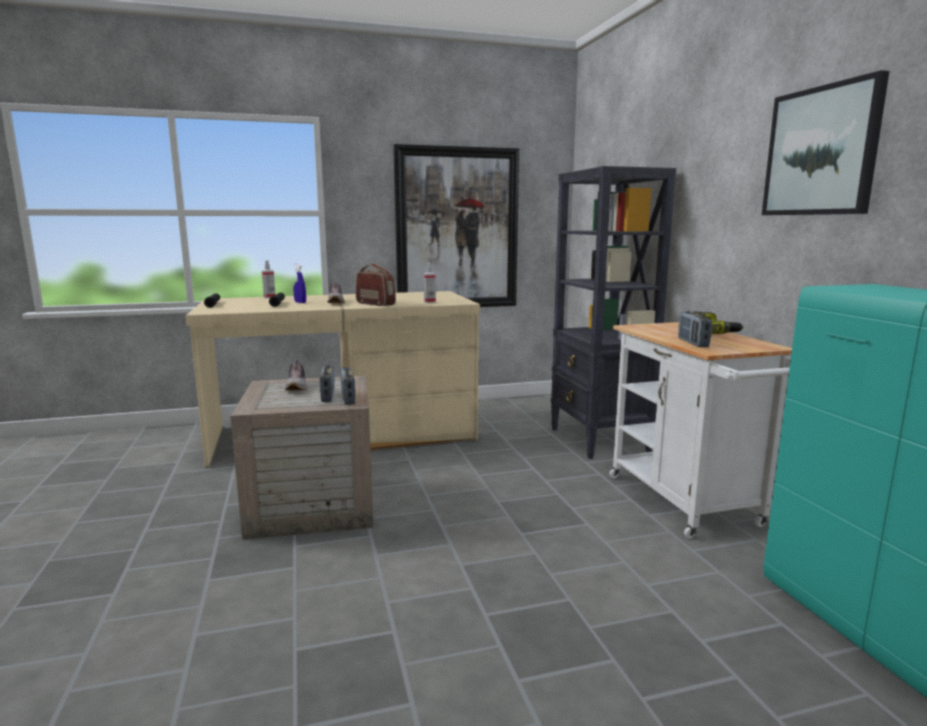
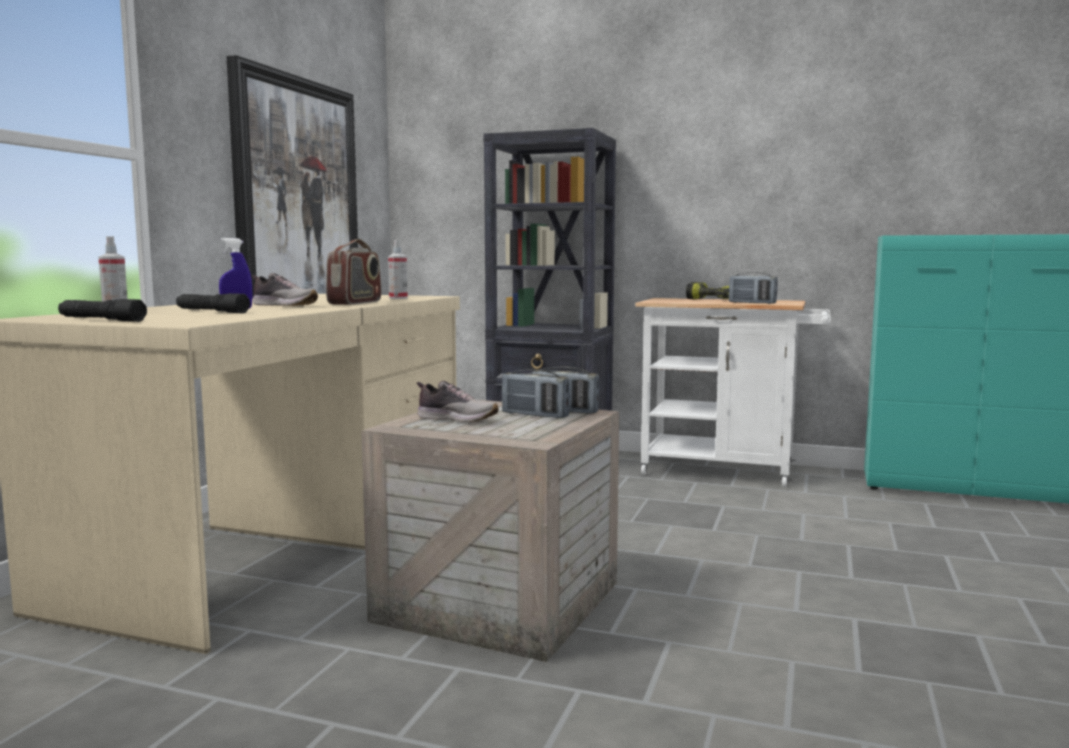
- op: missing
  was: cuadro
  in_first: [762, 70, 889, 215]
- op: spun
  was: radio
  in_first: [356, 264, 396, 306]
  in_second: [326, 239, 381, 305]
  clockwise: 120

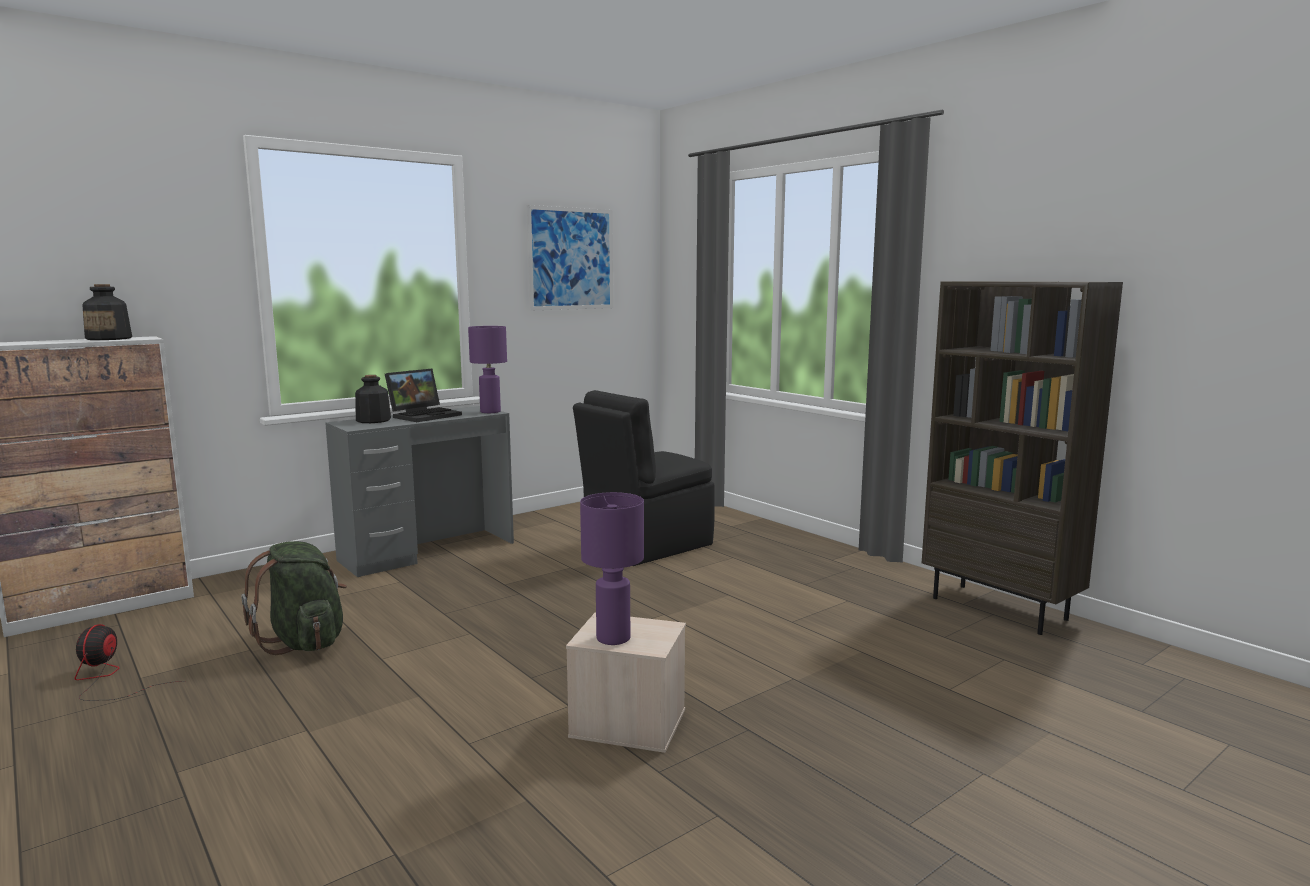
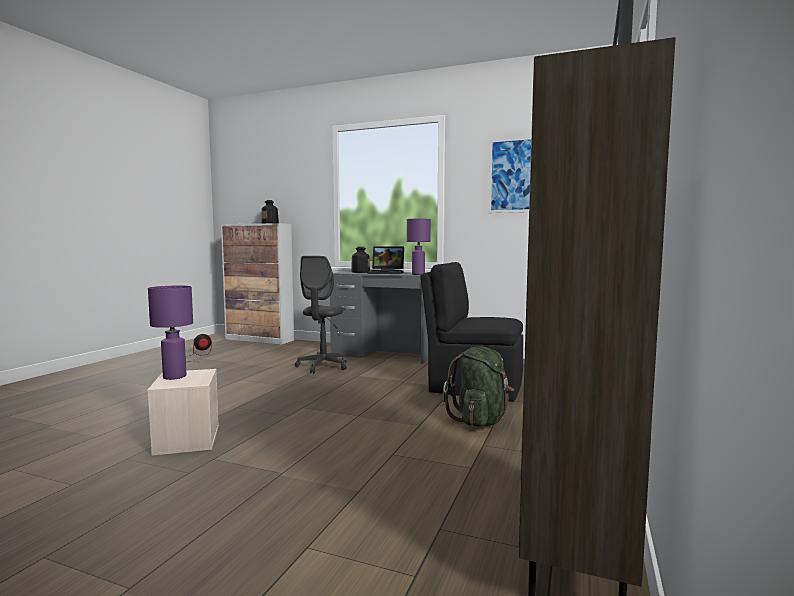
- op: appeared
  now: silla de oficina/gris
  in_second: [295, 256, 347, 373]
- op: relocated
  was: mochila/verde
  in_first: [242, 541, 347, 655]
  in_second: [442, 346, 514, 427]

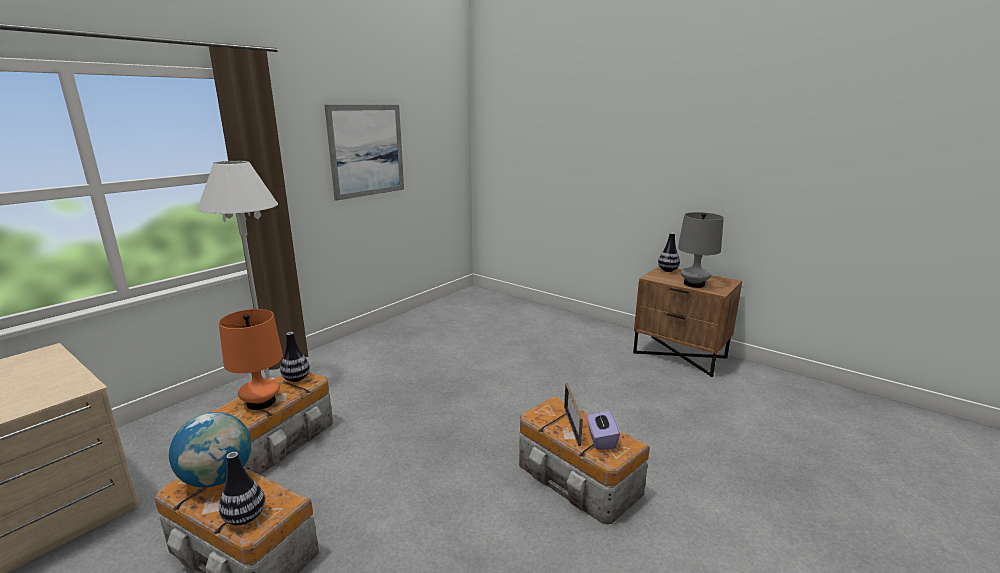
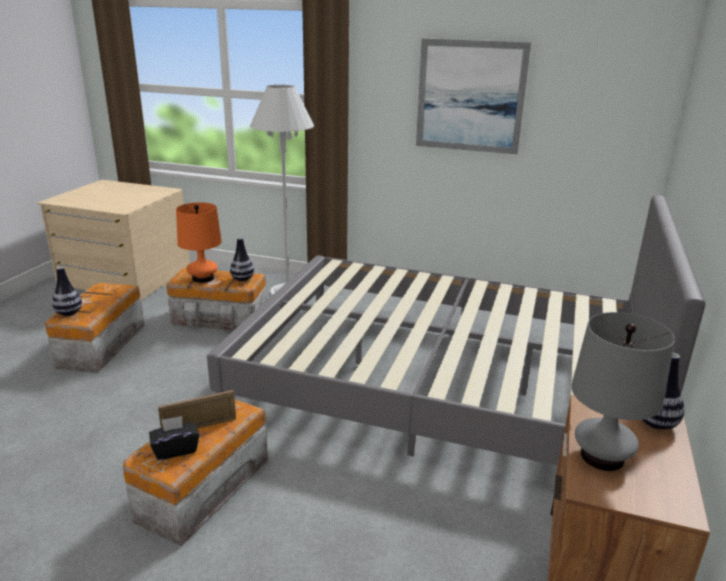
- op: missing
  was: globo terráqueo
  in_first: [169, 412, 251, 488]
- op: appeared
  now: cama/gris
  in_second: [207, 195, 705, 466]
- op: colour
  was: caja de pañuelos/morado
  now: caja de pañuelos/negro
  in_first: [587, 409, 620, 449]
  in_second: [149, 416, 199, 460]

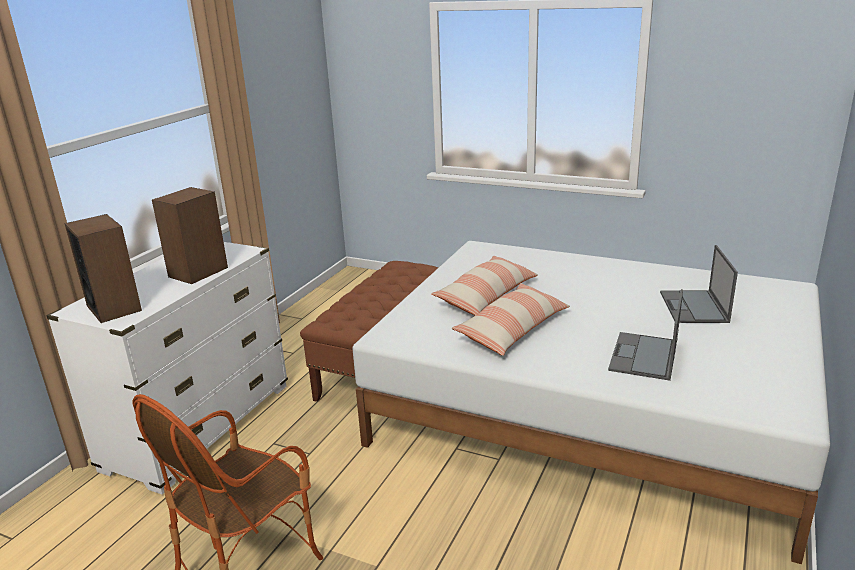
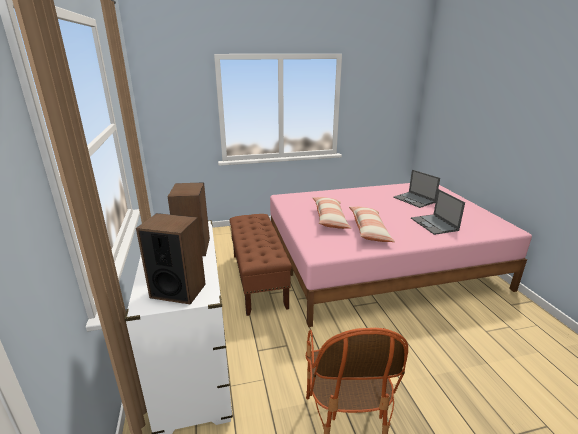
- op: colour
  was: cama/blanco
  now: cama/rosa
  in_first: [352, 241, 830, 564]
  in_second: [270, 183, 532, 327]

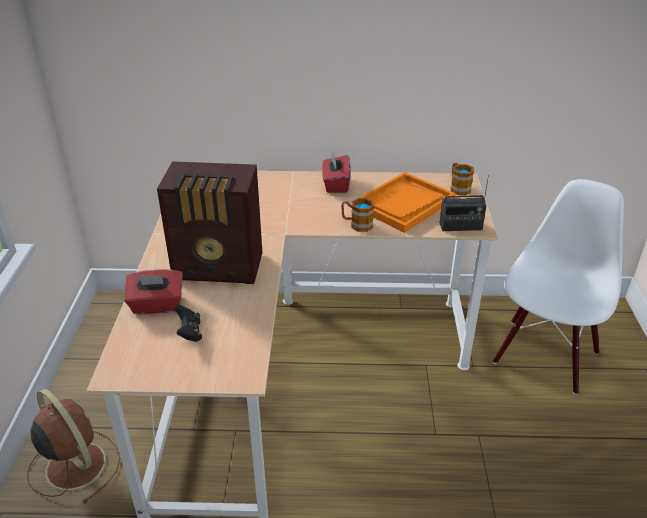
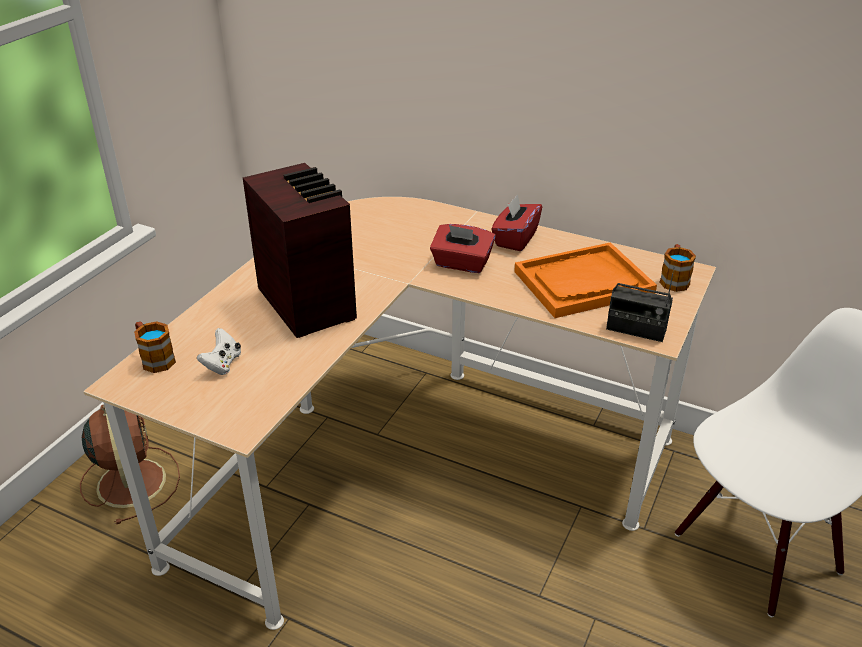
- op: relocated
  was: caja de pañuelos/rojo
  in_first: [124, 269, 183, 314]
  in_second: [430, 224, 495, 273]
- op: relocated
  was: taza grande
  in_first: [341, 198, 374, 232]
  in_second: [134, 321, 176, 373]
- op: colour
  was: mando de consola/negro
  now: mando de consola/blanco
  in_first: [175, 305, 202, 342]
  in_second: [197, 328, 241, 375]
- op: spun
  was: radio
  in_first: [157, 161, 262, 284]
  in_second: [243, 163, 357, 338]
  clockwise: -150

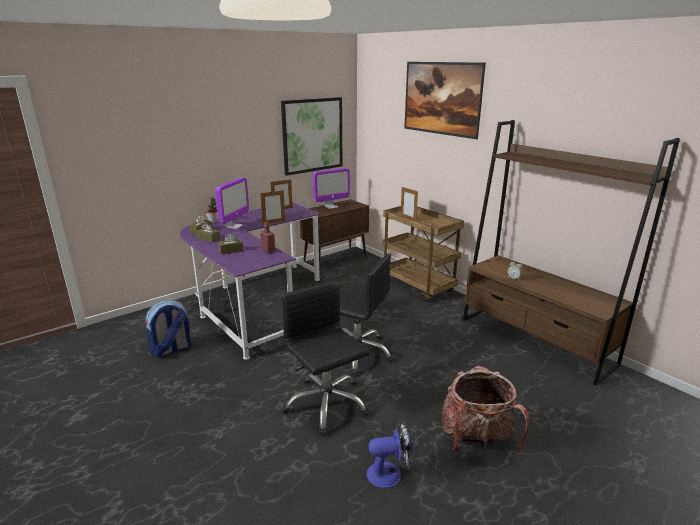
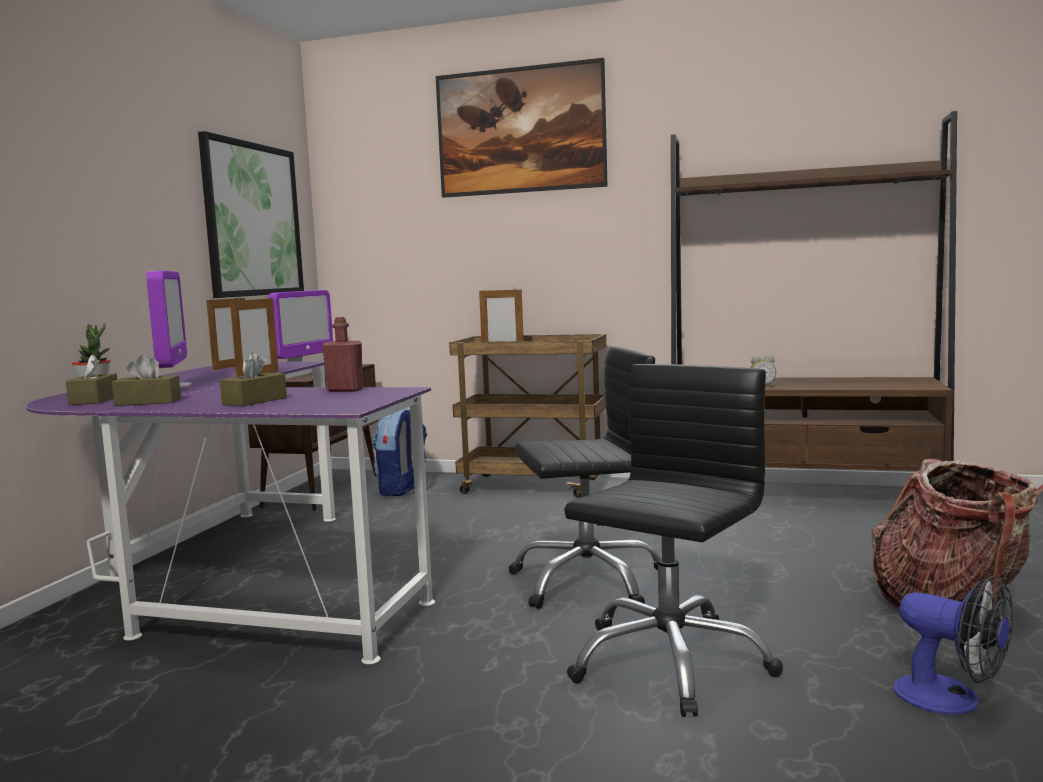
- op: relocated
  was: mochila
  in_first: [145, 301, 191, 357]
  in_second: [372, 408, 427, 496]
- op: spun
  was: silla de oficina/negro
  in_first: [281, 280, 370, 436]
  in_second: [564, 364, 783, 717]
  clockwise: 105
- op: spun
  was: ventilador
  in_first: [367, 420, 414, 488]
  in_second: [894, 576, 1013, 714]
  clockwise: 90

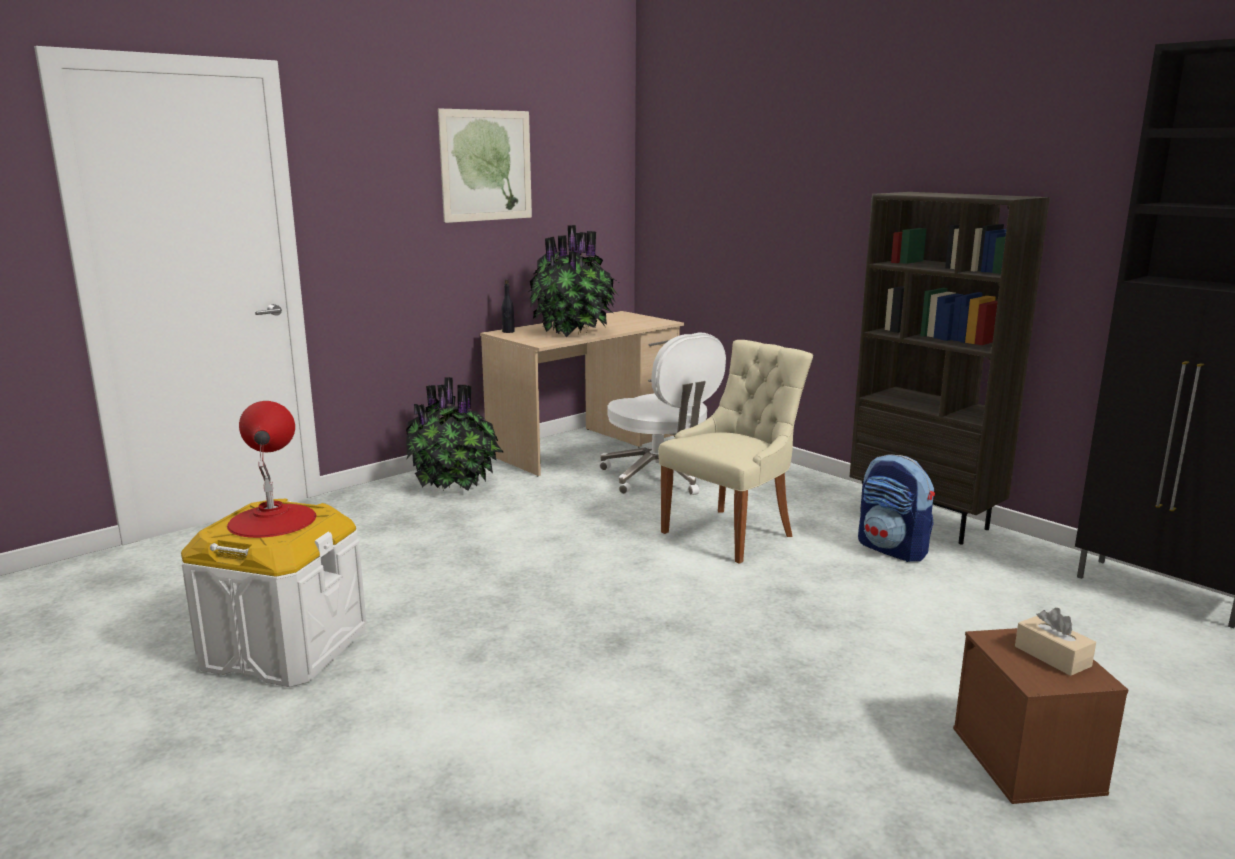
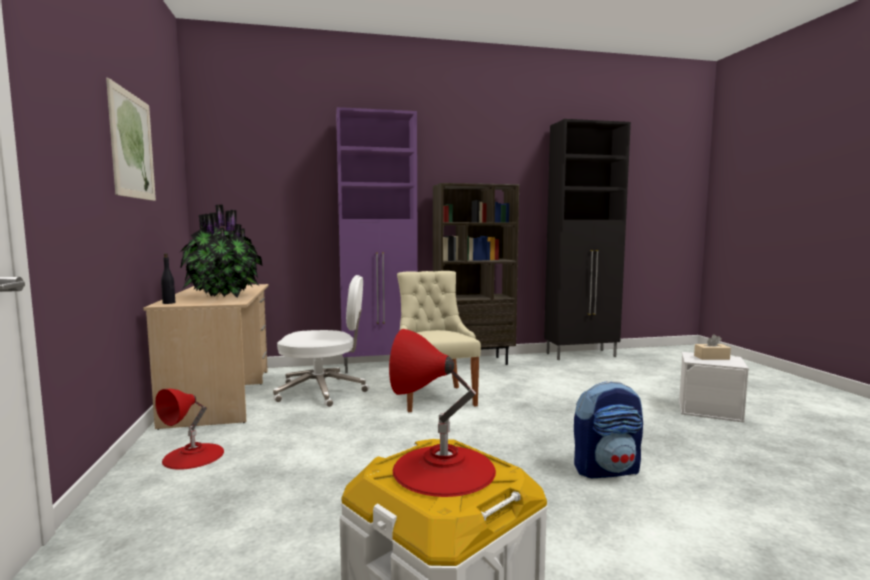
- op: appeared
  now: armario/morado
  in_second: [336, 107, 418, 373]
- op: relocated
  was: mochila
  in_first: [858, 454, 935, 562]
  in_second: [574, 382, 643, 478]
- op: exchanged
  was: planta en maceta
  now: lámpara de mesa/rojo
  in_first: [406, 377, 503, 491]
  in_second: [155, 389, 224, 470]
- op: colour
  was: caja de almacenaje/marrón
  now: caja de almacenaje/blanco
  in_first: [953, 628, 1128, 804]
  in_second: [679, 352, 749, 423]

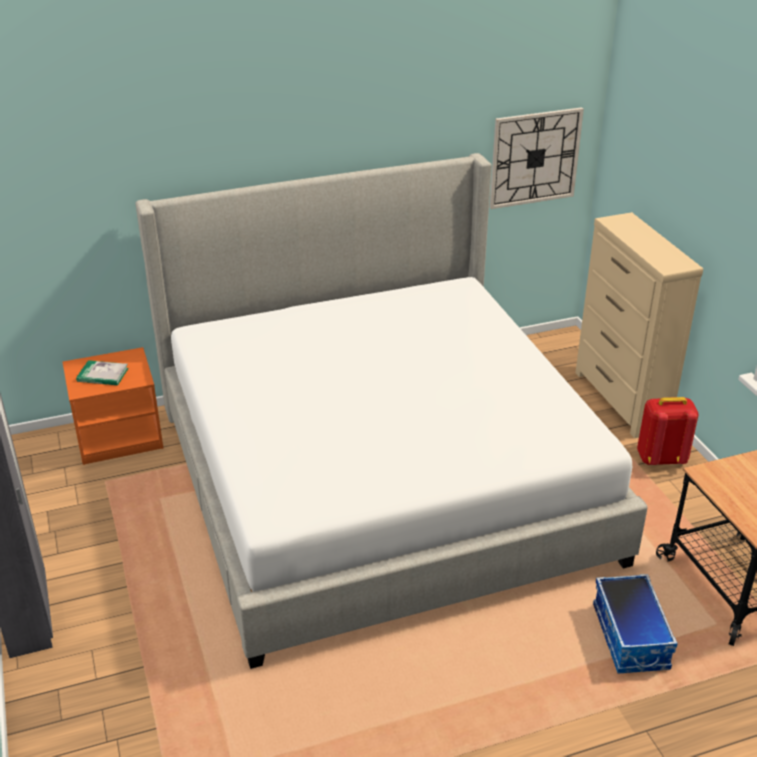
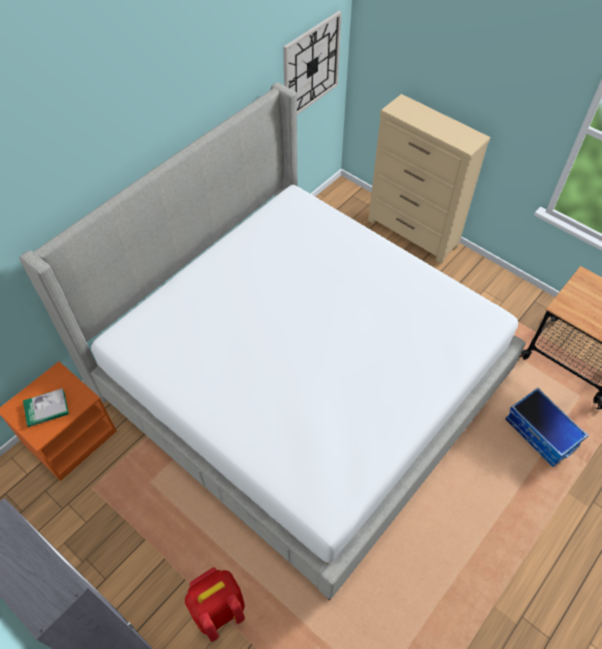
- op: relocated
  was: mochila/rojo
  in_first: [637, 397, 699, 465]
  in_second: [185, 567, 245, 642]

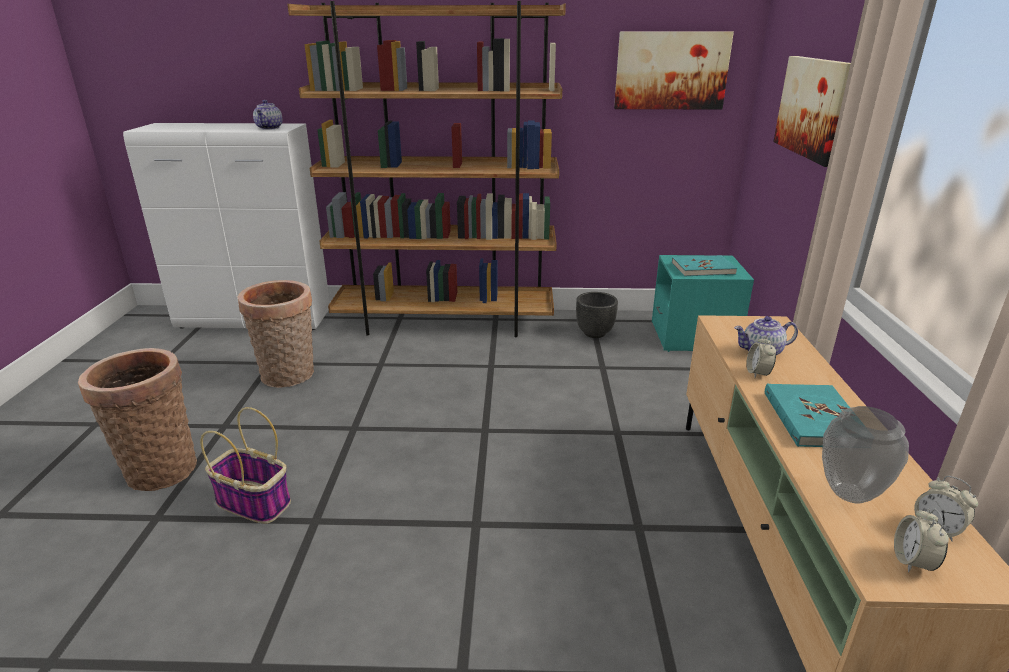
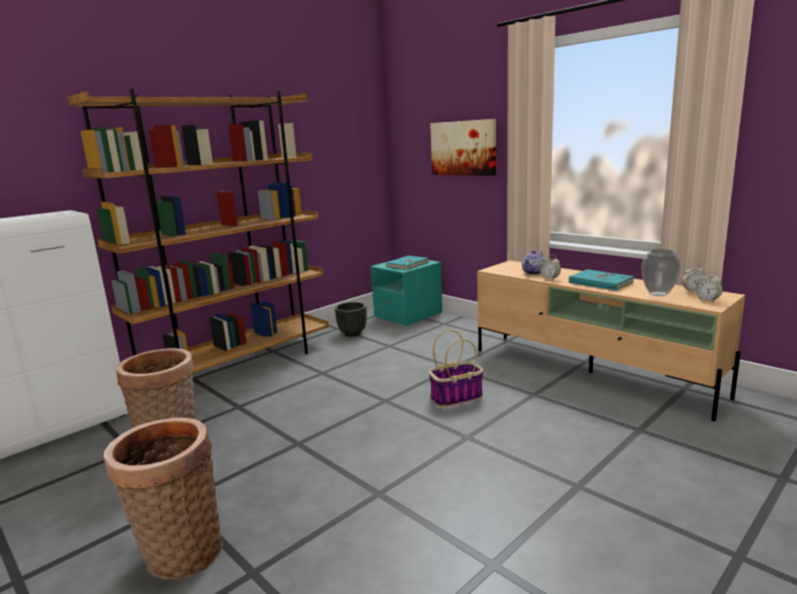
- op: missing
  was: tetera
  in_first: [253, 100, 283, 130]
- op: missing
  was: cuadro
  in_first: [614, 31, 734, 110]
- op: relocated
  was: cesta
  in_first: [200, 407, 291, 524]
  in_second: [428, 330, 484, 407]

